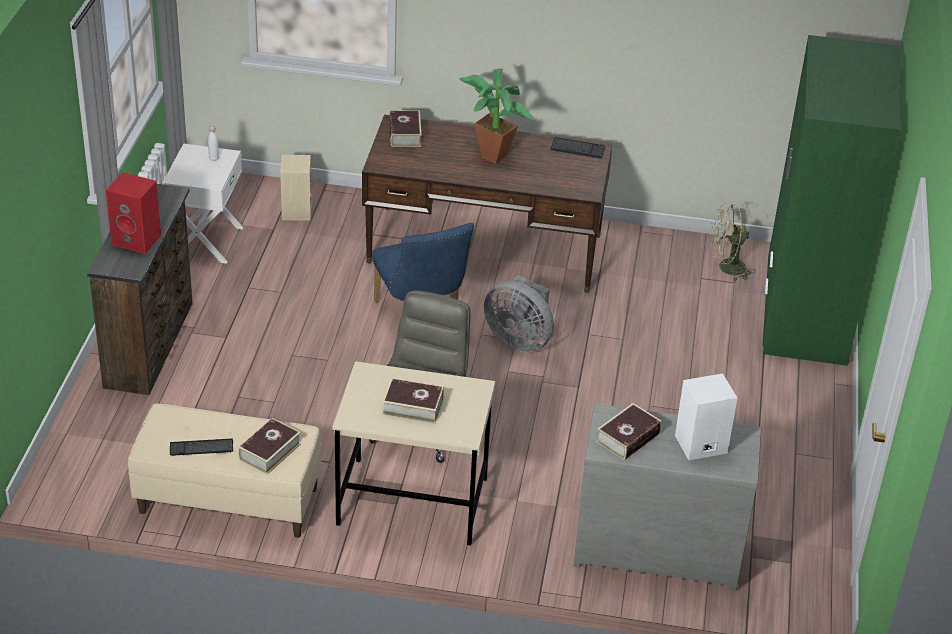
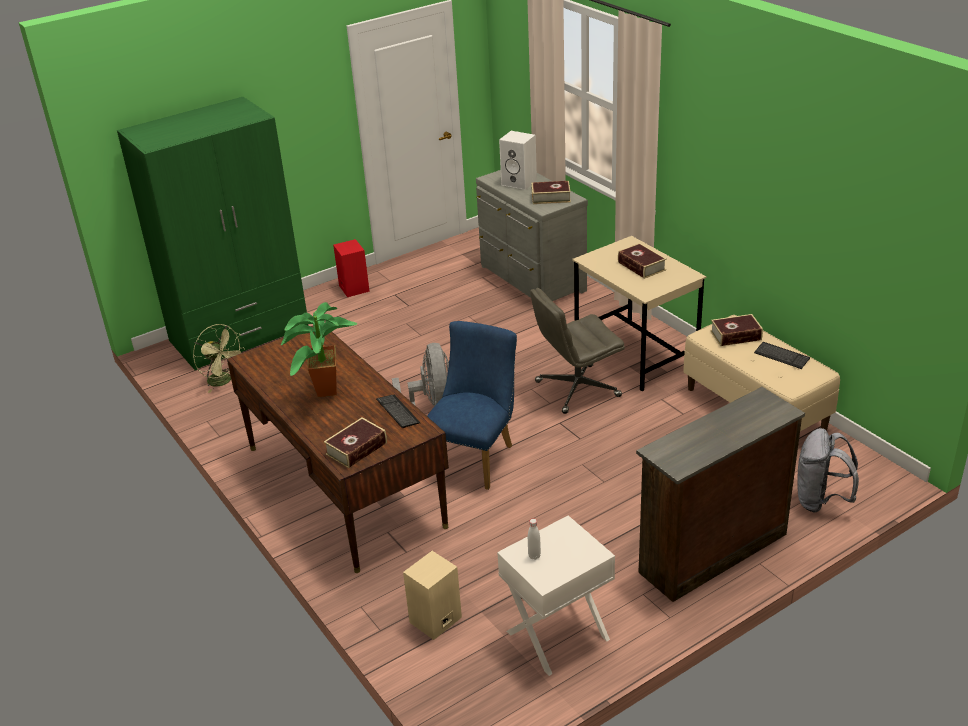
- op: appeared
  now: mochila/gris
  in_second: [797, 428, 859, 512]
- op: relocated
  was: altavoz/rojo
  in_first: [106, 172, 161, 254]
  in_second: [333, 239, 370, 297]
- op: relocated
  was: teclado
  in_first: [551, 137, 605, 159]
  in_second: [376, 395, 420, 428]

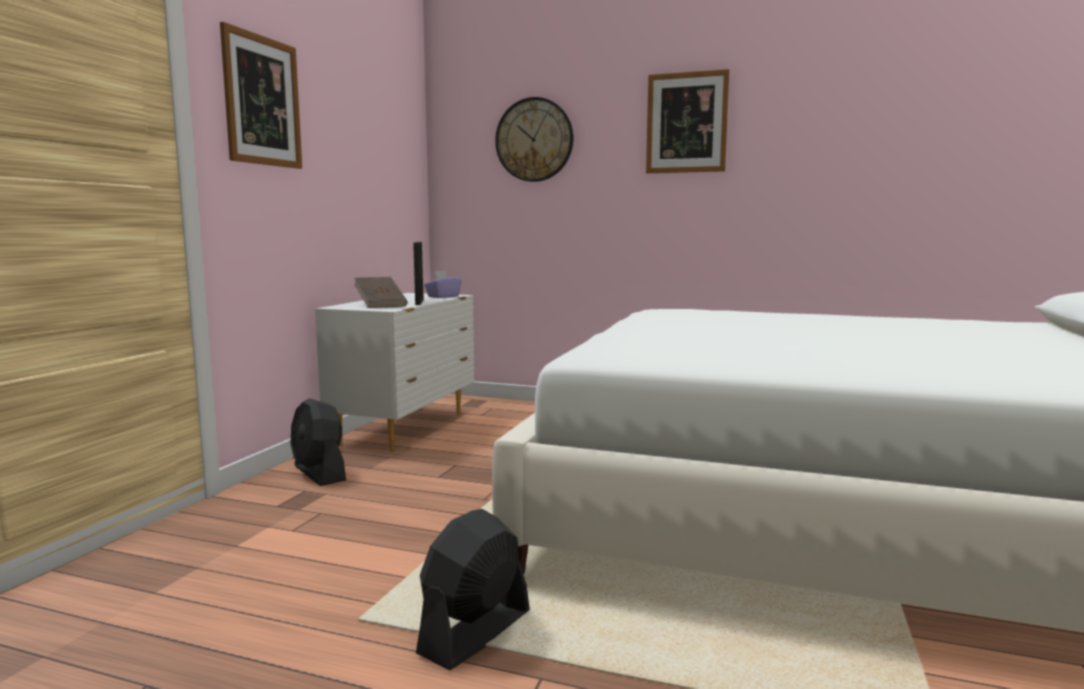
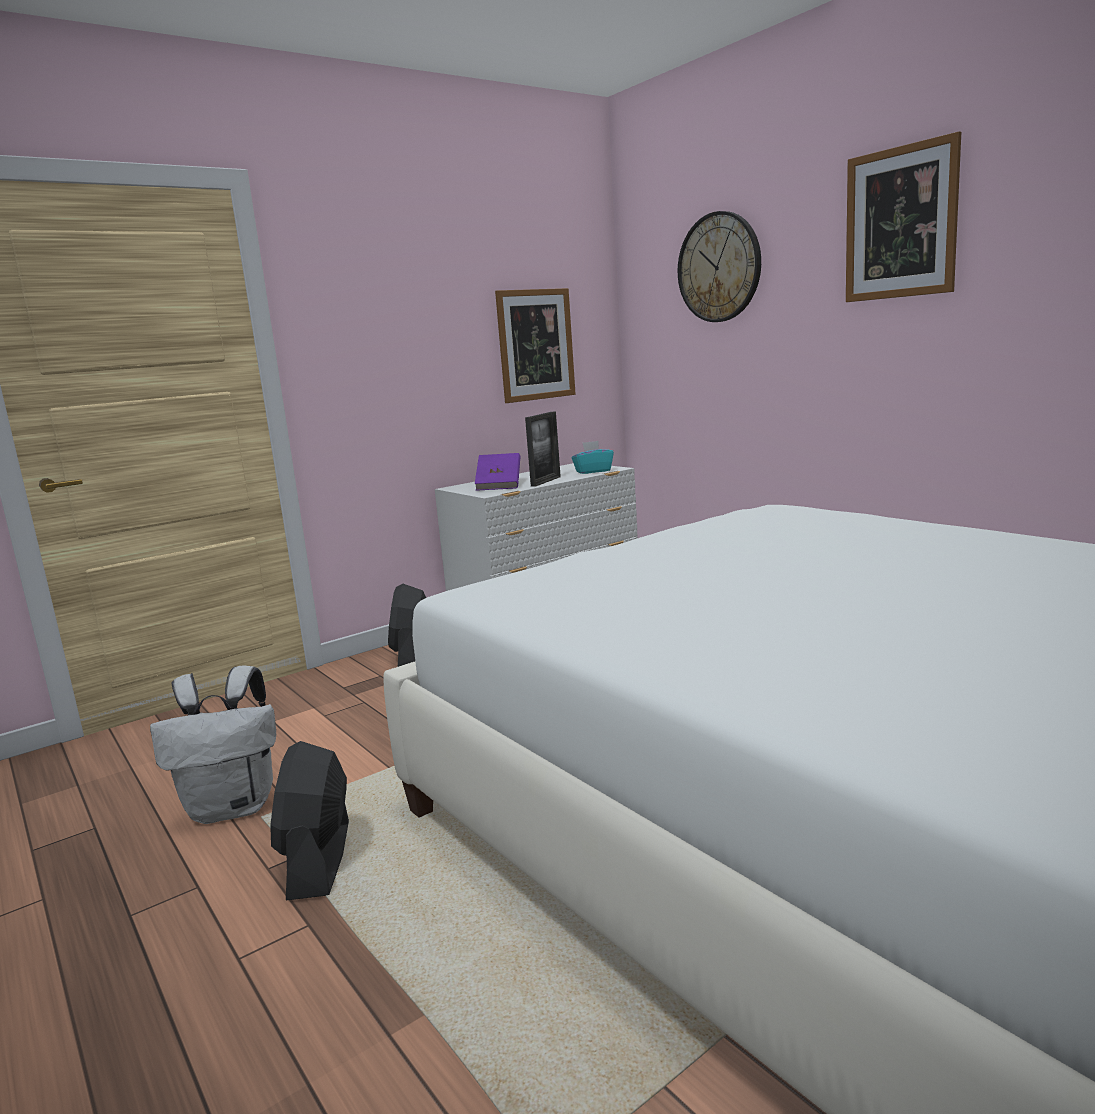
- op: appeared
  now: mochila/blanco
  in_second: [150, 665, 276, 824]
- op: relocated
  was: cuadro
  in_first: [220, 22, 302, 169]
  in_second: [495, 288, 576, 403]
- op: colour
  was: libro/marrón
  now: libro/morado
  in_first: [354, 277, 407, 308]
  in_second: [475, 453, 520, 491]
- op: colour
  was: caja de pañuelos/morado
  now: caja de pañuelos/turquesa
  in_first: [424, 271, 462, 298]
  in_second: [572, 441, 614, 474]
- op: spun
  was: ventilador/negro
  in_first: [416, 509, 530, 670]
  in_second: [270, 741, 349, 900]
  clockwise: -75

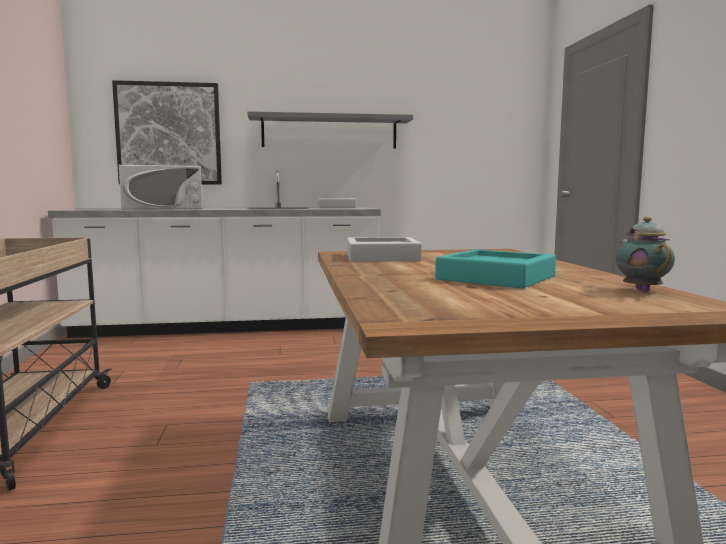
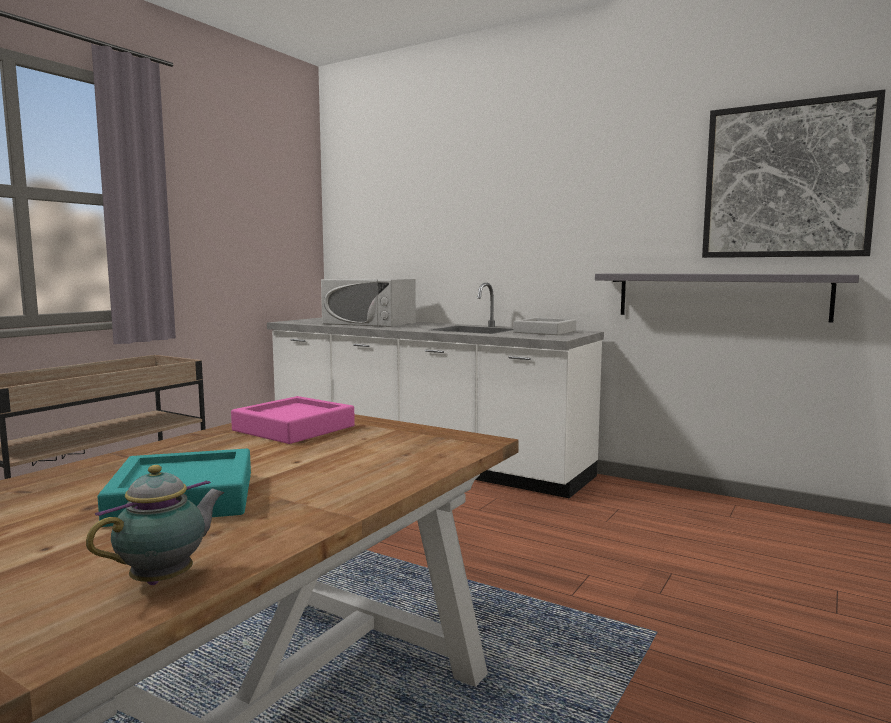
- op: relocated
  was: cuadro
  in_first: [112, 80, 222, 185]
  in_second: [702, 89, 886, 258]
- op: relocated
  was: estante/gris
  in_first: [248, 111, 413, 149]
  in_second: [595, 273, 859, 323]
- op: colour
  was: bandeja/gris
  now: bandeja/rosa
  in_first: [347, 237, 422, 261]
  in_second: [231, 396, 355, 444]

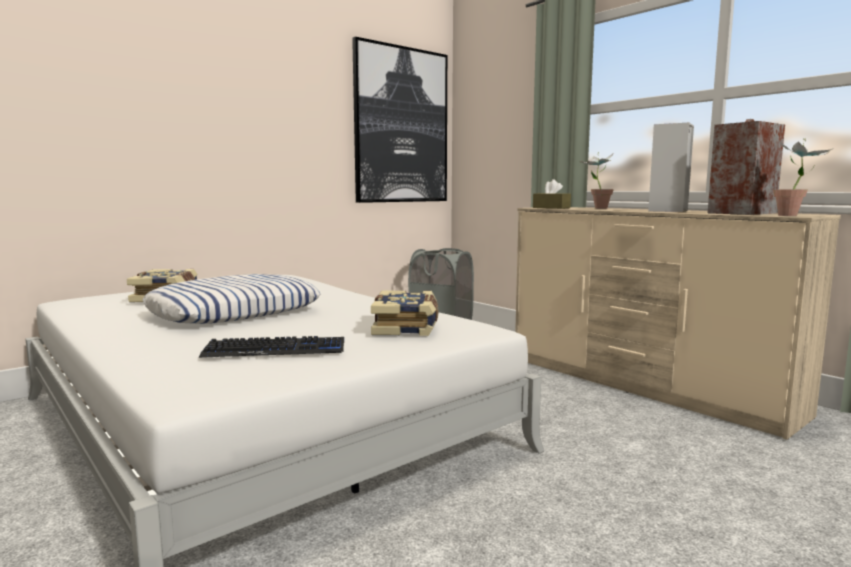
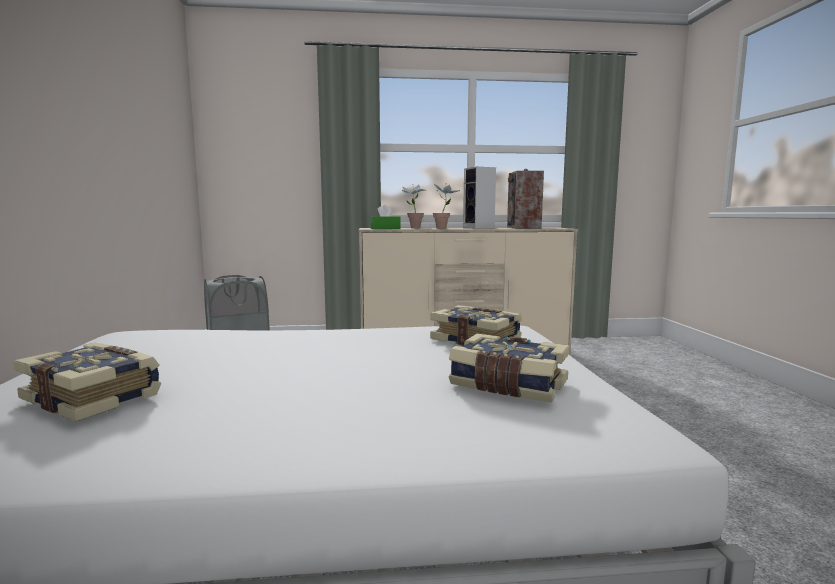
- op: missing
  was: cojín
  in_first: [143, 274, 320, 324]
- op: missing
  was: cuadro
  in_first: [352, 37, 447, 203]
- op: relocated
  was: planta en maceta
  in_first: [773, 138, 832, 216]
  in_second: [433, 183, 460, 229]
- op: exchanged
  was: teclado
  now: libro
  in_first: [199, 336, 344, 358]
  in_second: [449, 334, 570, 403]
- op: colour
  was: caja de pañuelos/marrón
  now: caja de pañuelos/verde
  in_first: [533, 179, 571, 209]
  in_second: [370, 205, 401, 229]

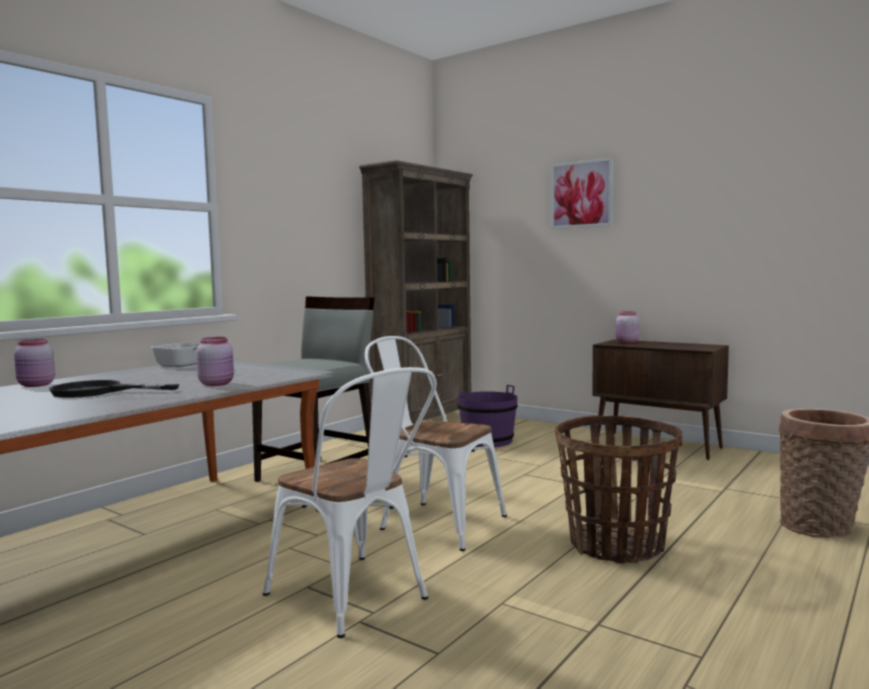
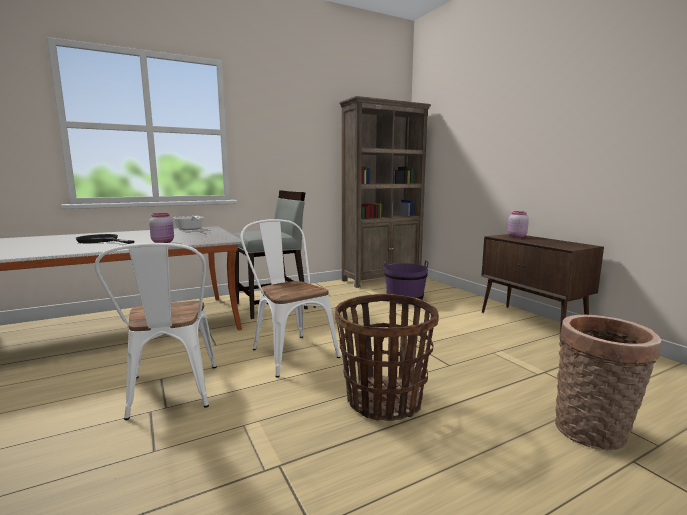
- op: missing
  was: tarro/rosa
  in_first: [14, 339, 55, 387]
- op: missing
  was: cuadro
  in_first: [551, 157, 613, 229]

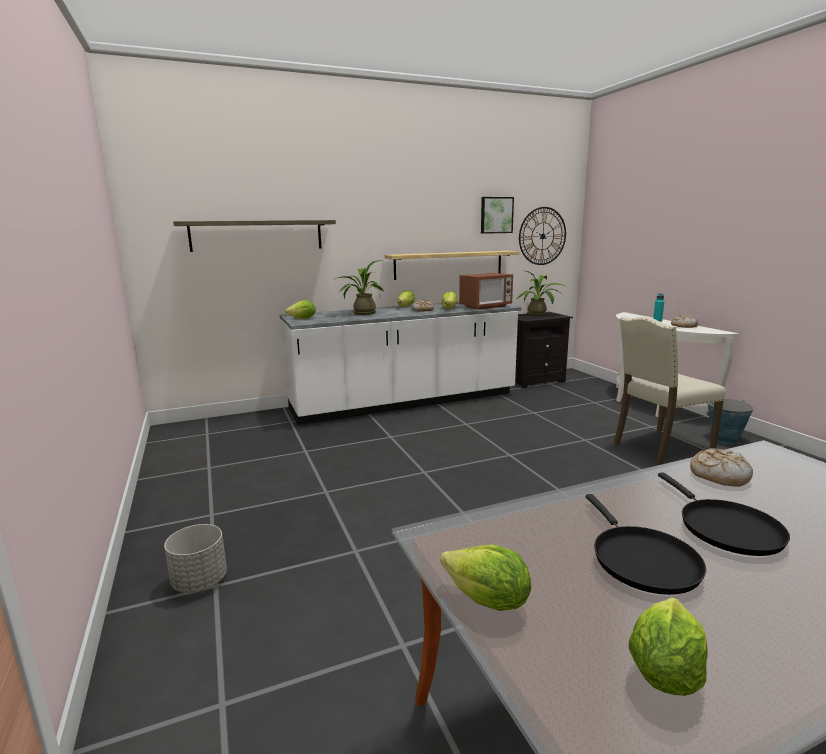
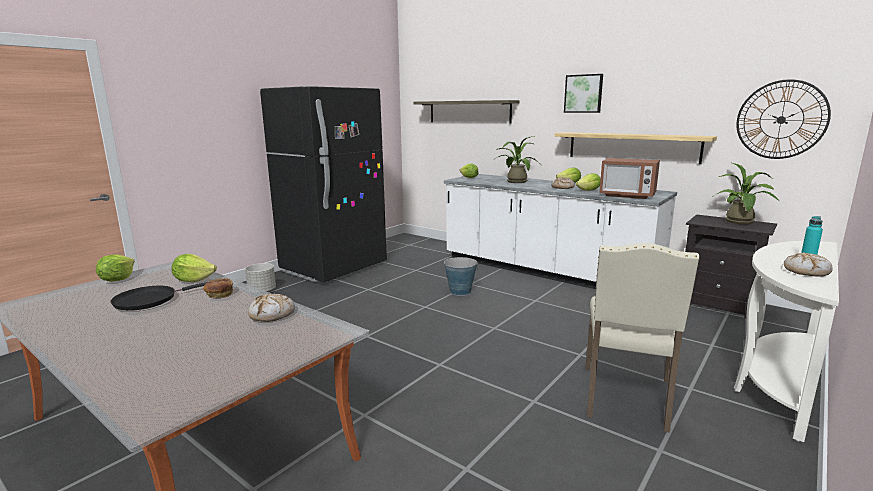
- op: missing
  was: sartén/negro
  in_first: [658, 472, 790, 556]
- op: appeared
  now: pan
  in_second: [203, 278, 233, 298]
- op: appeared
  now: nevera/negro
  in_second: [260, 86, 387, 282]
- op: relocated
  was: cuadro
  in_first: [481, 197, 514, 234]
  in_second: [564, 74, 603, 113]
- op: relocated
  was: lechuga
  in_first: [629, 598, 708, 696]
  in_second: [171, 254, 217, 282]
- op: relocated
  was: cubo
  in_first: [705, 398, 754, 444]
  in_second: [444, 257, 478, 296]
- op: spun
  was: silla/beis
  in_first: [613, 317, 726, 464]
  in_second: [585, 243, 700, 433]
  clockwise: -105

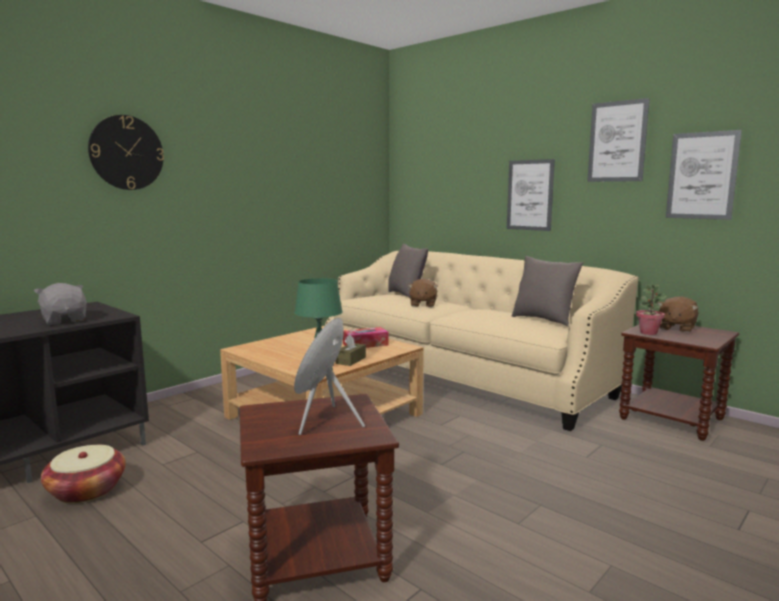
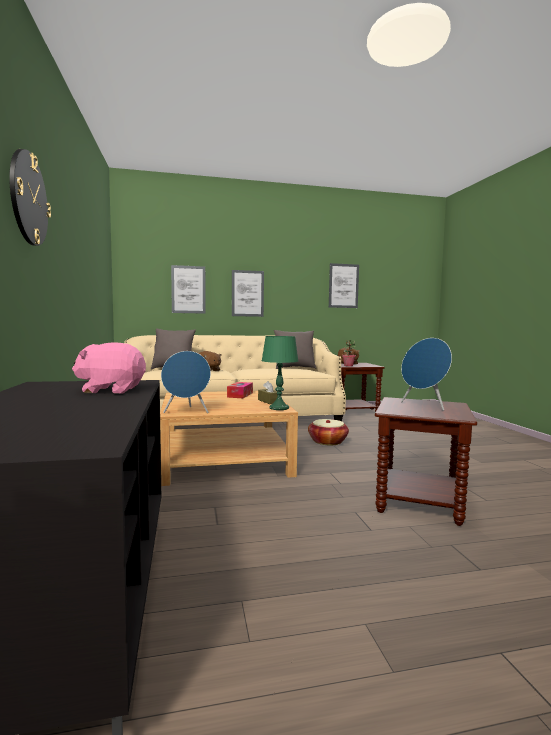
- op: appeared
  now: altavoz/azul
  in_second: [161, 351, 211, 413]
- op: relocated
  was: cesta
  in_first: [41, 445, 126, 503]
  in_second: [308, 419, 349, 446]
- op: relocated
  was: cuadro
  in_first: [587, 98, 650, 182]
  in_second: [171, 265, 206, 314]
- op: colour
  was: peluche/gris
  now: peluche/rosa
  in_first: [34, 283, 87, 325]
  in_second: [72, 342, 146, 393]

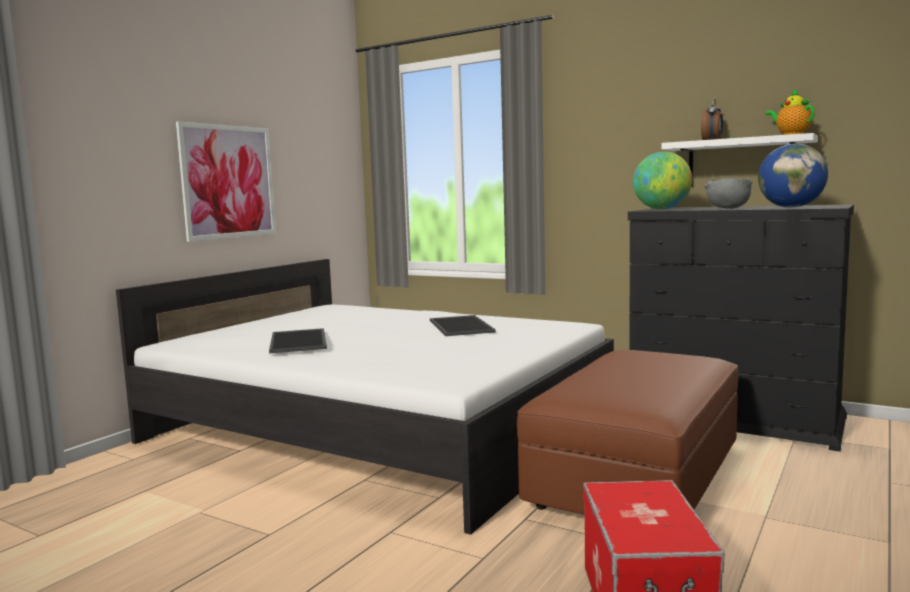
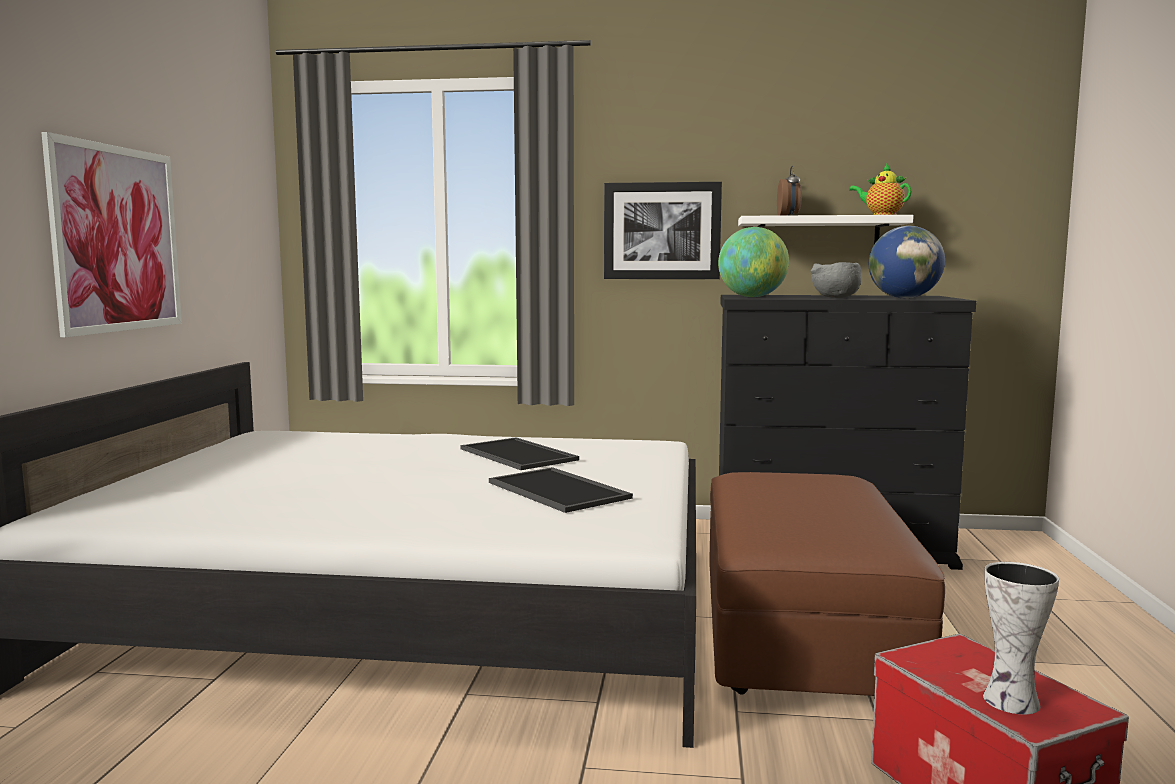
- op: appeared
  now: cuadro
  in_second: [604, 182, 722, 279]
- op: appeared
  now: florero
  in_second: [983, 562, 1059, 714]
- op: relocated
  was: bandeja
  in_first: [269, 328, 327, 354]
  in_second: [489, 467, 633, 513]

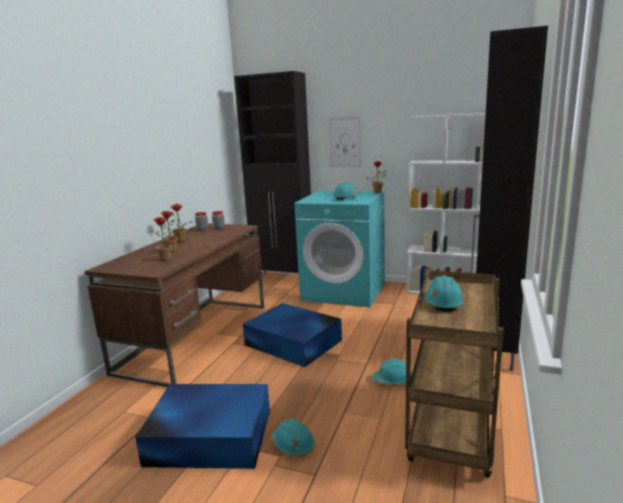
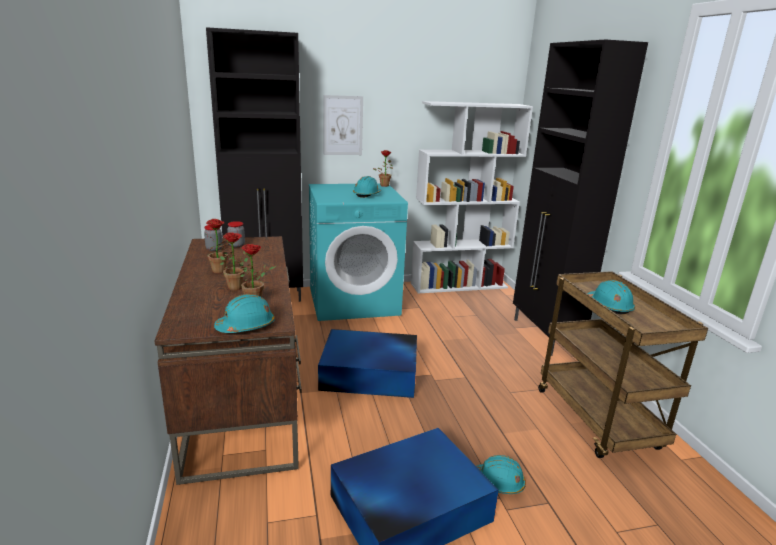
- op: relocated
  was: casco/turquesa
  in_first: [373, 358, 412, 385]
  in_second: [214, 294, 275, 333]

